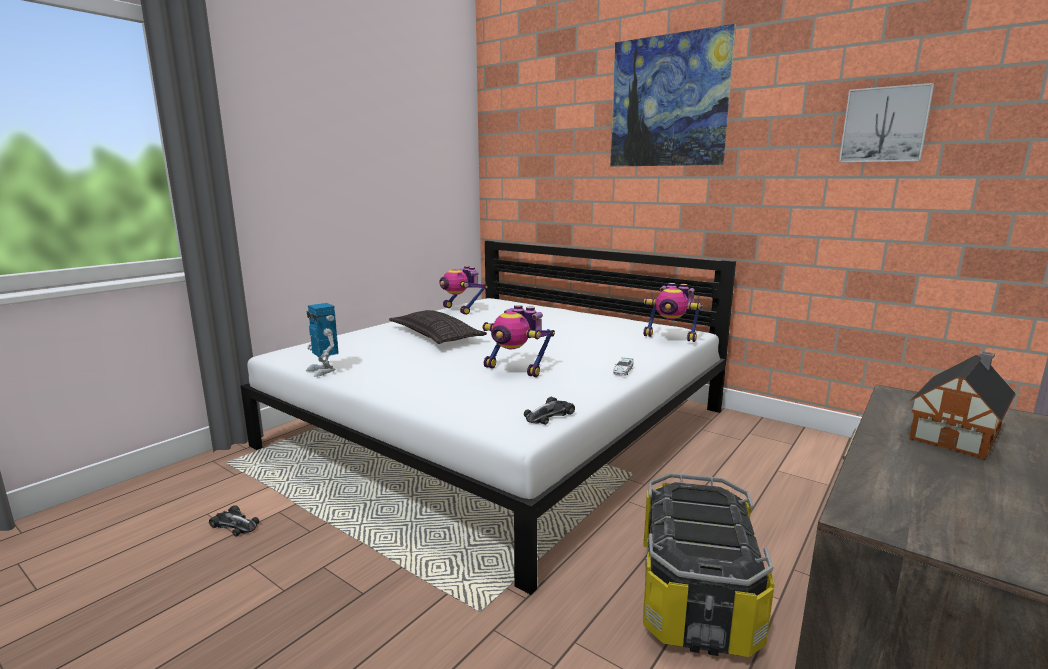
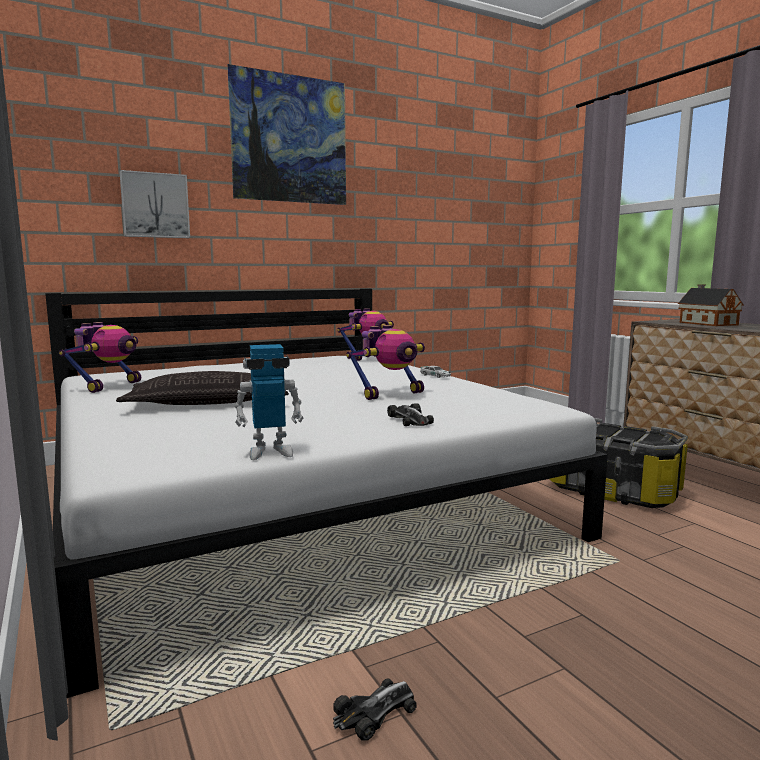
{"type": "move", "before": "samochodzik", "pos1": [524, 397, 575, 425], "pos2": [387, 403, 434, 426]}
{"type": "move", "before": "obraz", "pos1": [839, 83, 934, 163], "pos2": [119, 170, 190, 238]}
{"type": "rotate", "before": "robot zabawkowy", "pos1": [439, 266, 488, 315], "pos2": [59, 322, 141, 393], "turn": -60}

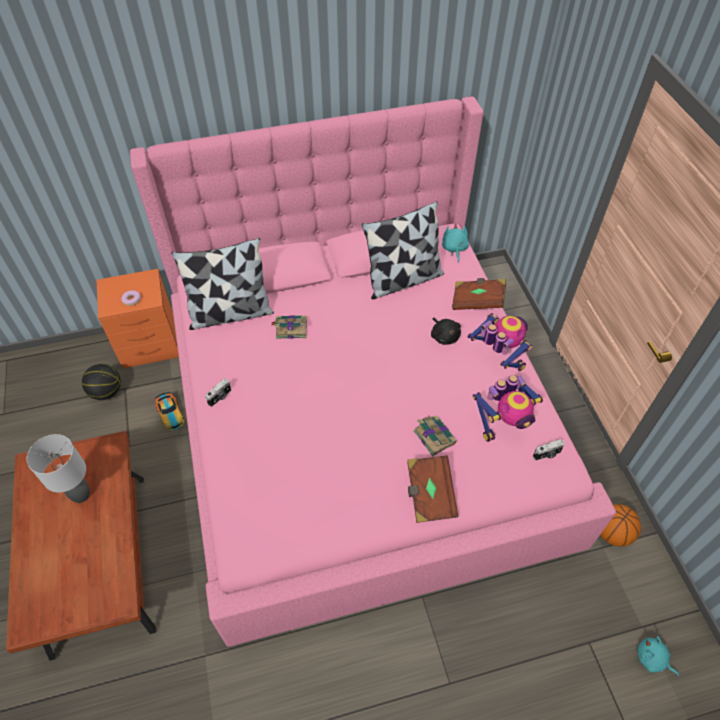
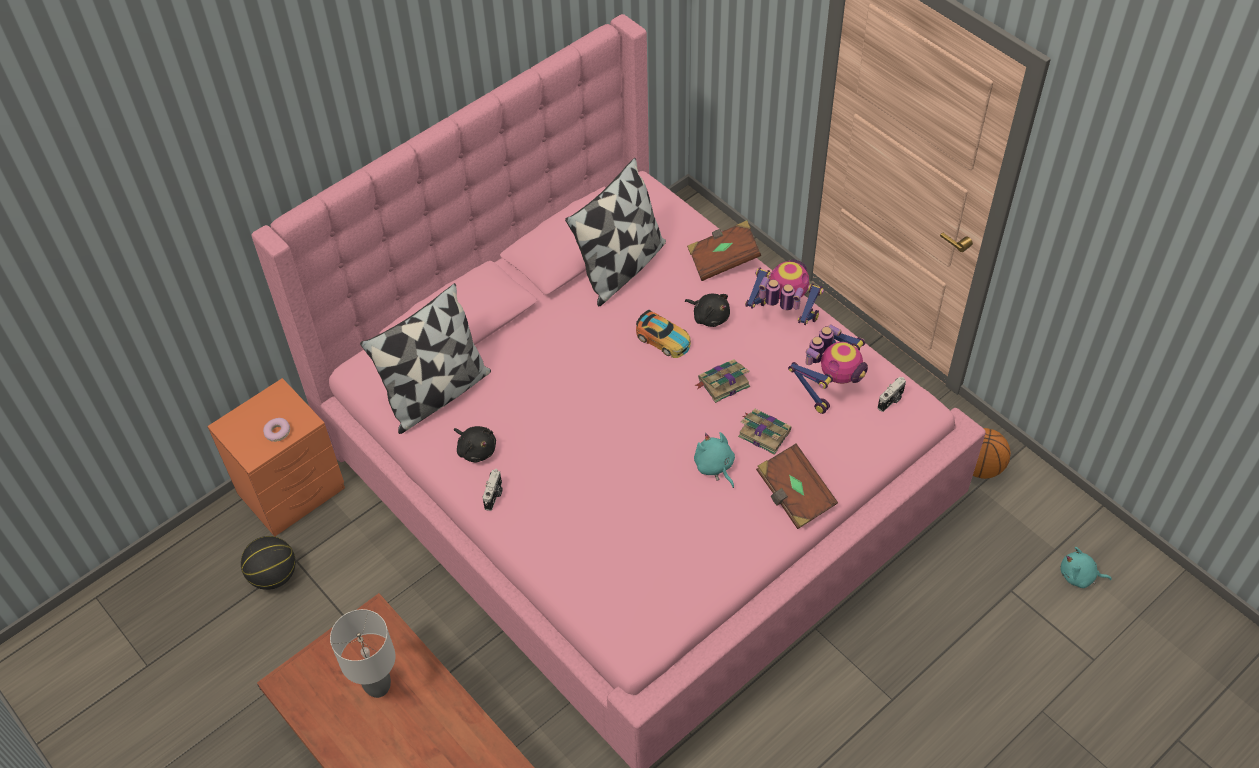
{"type": "insert", "after": "pluszak/czarny", "pos2": [454, 426, 496, 463]}
{"type": "move", "before": "samochodzik", "pos1": [155, 392, 184, 430], "pos2": [636, 310, 691, 358]}
{"type": "move", "before": "książka", "pos1": [271, 315, 307, 339], "pos2": [694, 359, 750, 403]}
{"type": "move", "before": "pluszak/turkusowy", "pos1": [442, 224, 469, 263], "pos2": [694, 432, 735, 488]}

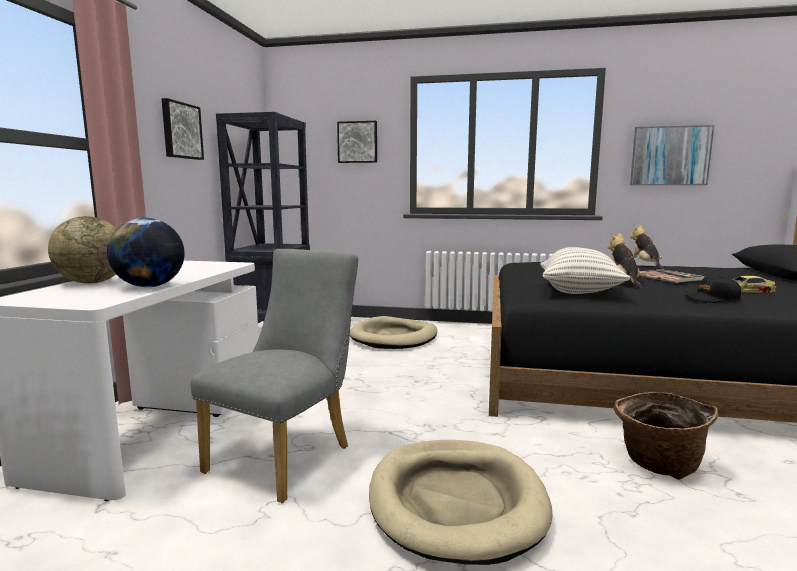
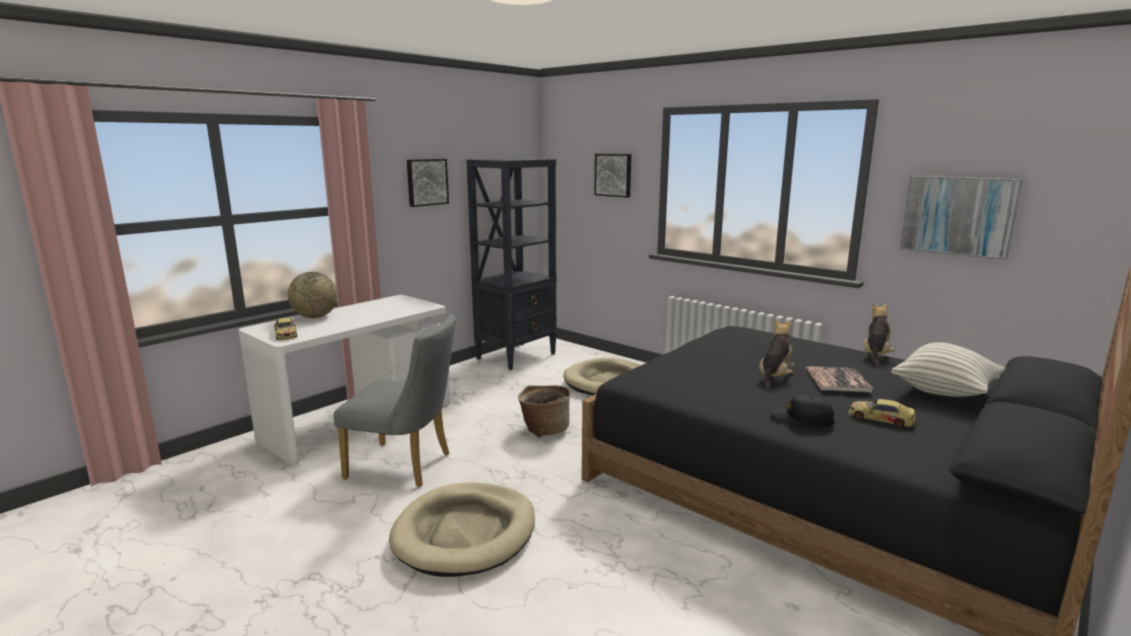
{"type": "delete", "before": "globus", "pos1": [107, 218, 185, 287]}
{"type": "insert", "after": "samochodzik", "pos2": [274, 318, 297, 340]}
{"type": "move", "before": "poduszka", "pos1": [540, 247, 630, 294], "pos2": [891, 342, 1005, 397]}
{"type": "move", "before": "koszyk", "pos1": [614, 392, 718, 480], "pos2": [518, 385, 571, 438]}
{"type": "rotate", "before": "krzesło/szary", "pos1": [190, 249, 358, 503], "pos2": [333, 314, 456, 487], "turn": 45}

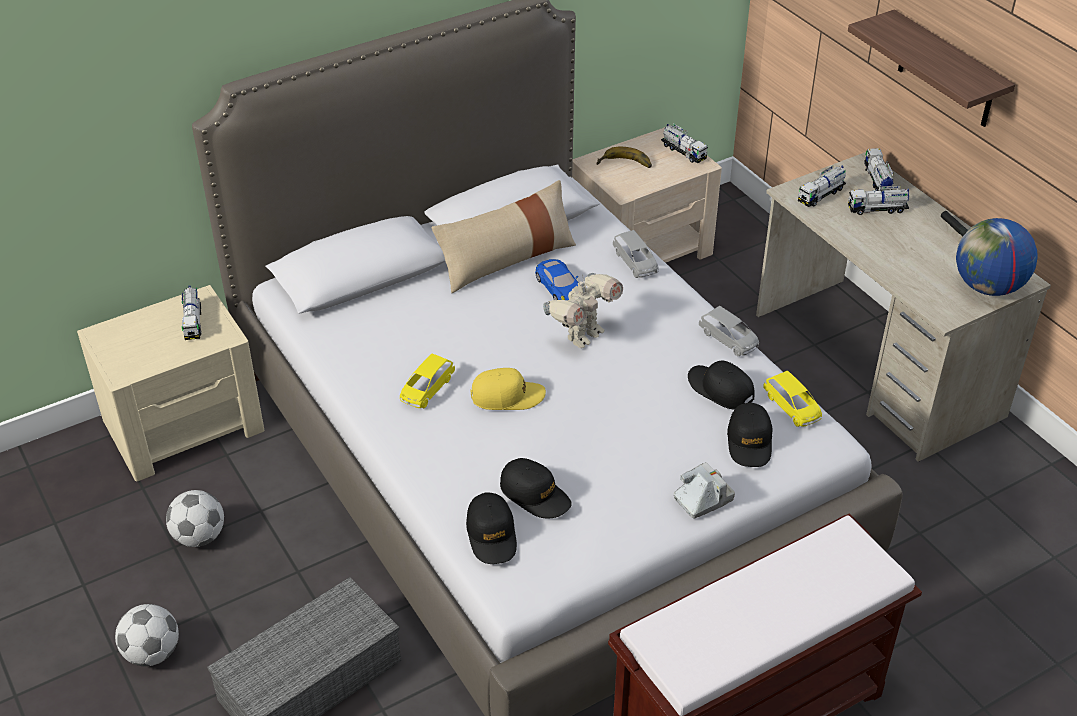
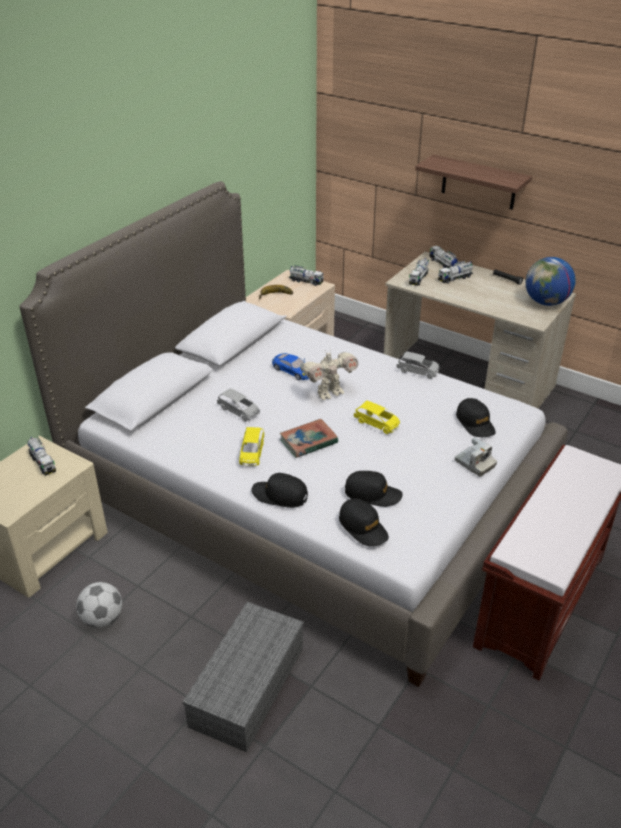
{"type": "delete", "before": "piłka futbolowa", "pos1": [115, 604, 179, 666]}
{"type": "delete", "before": "poduszka/beżowy", "pos1": [431, 180, 576, 293]}
{"type": "move", "before": "samochodzik/szary", "pos1": [613, 230, 659, 278], "pos2": [217, 388, 260, 422]}
{"type": "move", "before": "czapka z daszkiem/czarny", "pos1": [688, 361, 755, 410], "pos2": [252, 473, 308, 508]}
{"type": "move", "before": "samochodzik/żółty", "pos1": [763, 371, 822, 427], "pos2": [354, 401, 400, 434]}
{"type": "replace", "before": "czapka z daszkiem/żółty", "after": "książka", "pos1": [470, 368, 546, 410], "pos2": [280, 419, 338, 458]}
{"type": "rotate", "before": "robot zabawkowy", "pos1": [543, 273, 623, 348], "pos2": [300, 350, 358, 400], "turn": 45}
{"type": "rotate", "before": "aparat fotograficzny", "pos1": [674, 462, 735, 519], "pos2": [455, 437, 497, 477], "turn": 105}

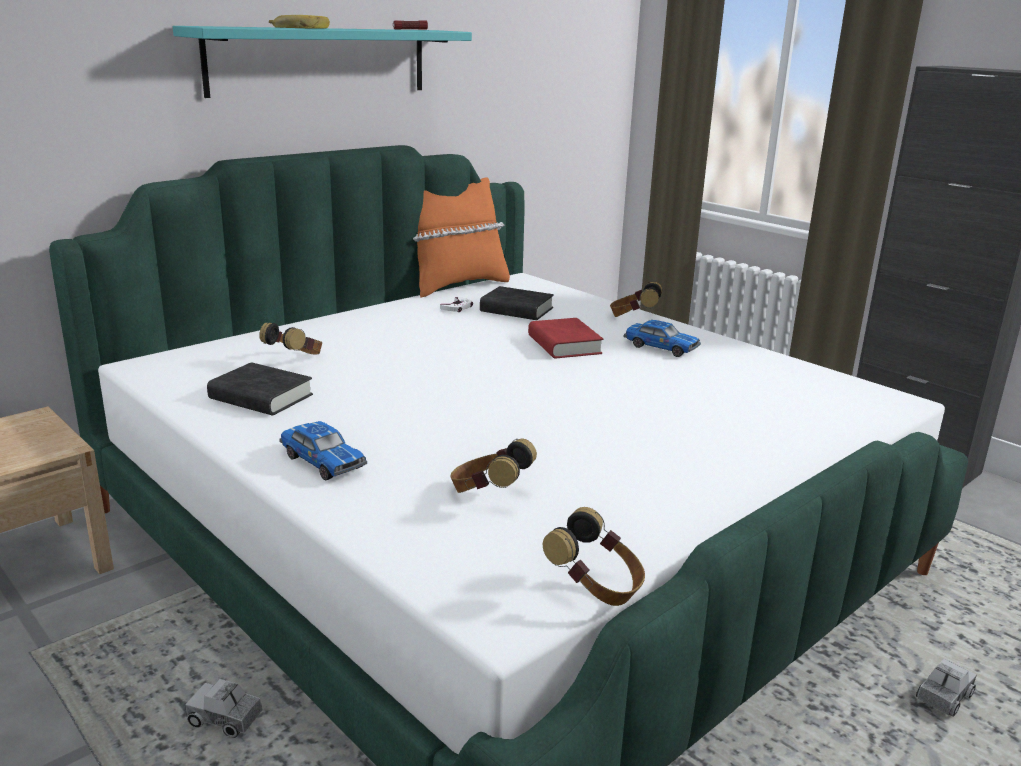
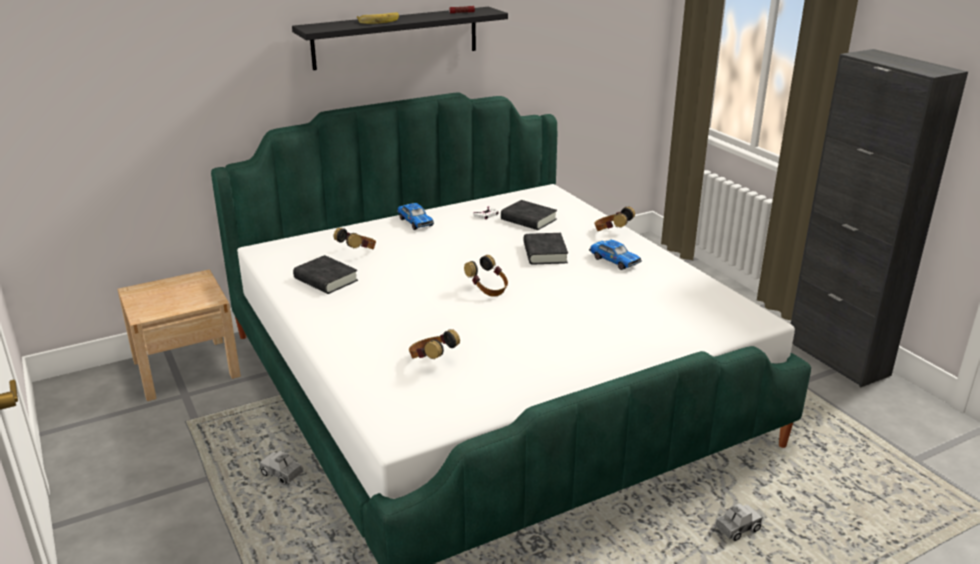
{"type": "delete", "before": "poduszka/pomarańczowy", "pos1": [413, 177, 510, 297]}
{"type": "move", "before": "samochodzik", "pos1": [279, 421, 367, 480], "pos2": [397, 203, 434, 230]}
{"type": "move", "before": "słuchawki", "pos1": [543, 507, 645, 606], "pos2": [464, 255, 508, 297]}
{"type": "recolor", "before": "półka/turkusowy", "after": "półka/czarny", "pos1": [173, 26, 472, 98], "pos2": [292, 7, 508, 70]}
{"type": "recolor", "before": "książka/czerwony", "after": "książka/czarny", "pos1": [528, 318, 603, 358], "pos2": [524, 233, 568, 265]}

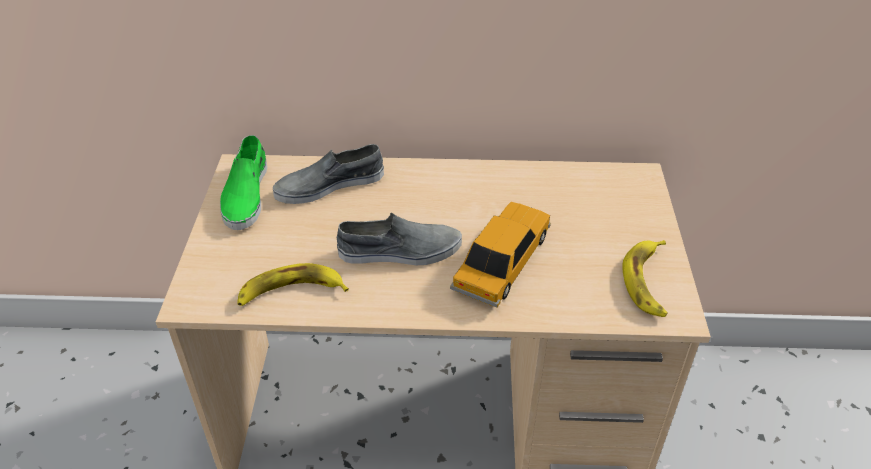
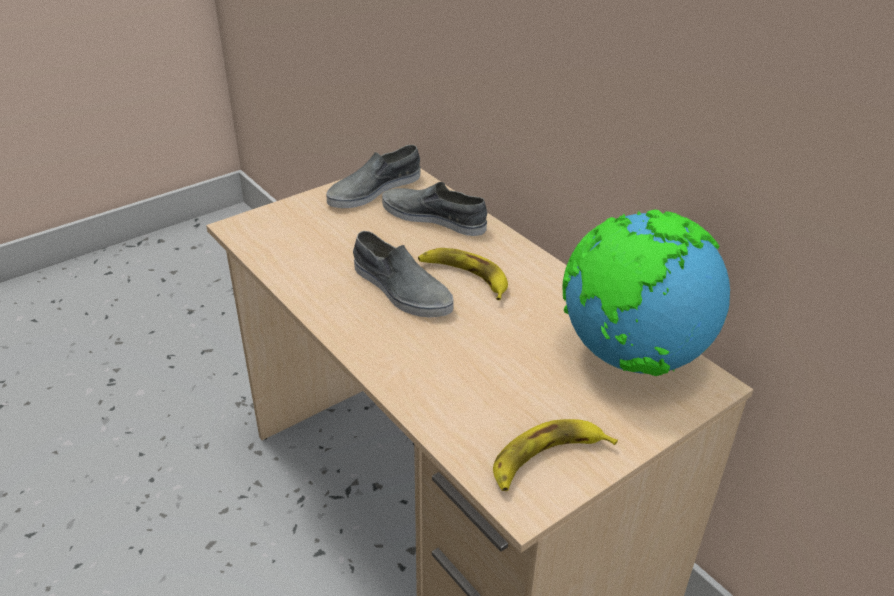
{"type": "delete", "before": "samochodzik", "pos1": [450, 202, 551, 307]}
{"type": "insert", "after": "globus", "pos2": [563, 210, 730, 376]}
{"type": "move", "before": "banan", "pos1": [237, 263, 349, 306], "pos2": [418, 248, 508, 300]}
{"type": "recolor", "before": "but/zielony", "after": "but/szary", "pos1": [220, 135, 267, 230], "pos2": [326, 145, 421, 208]}

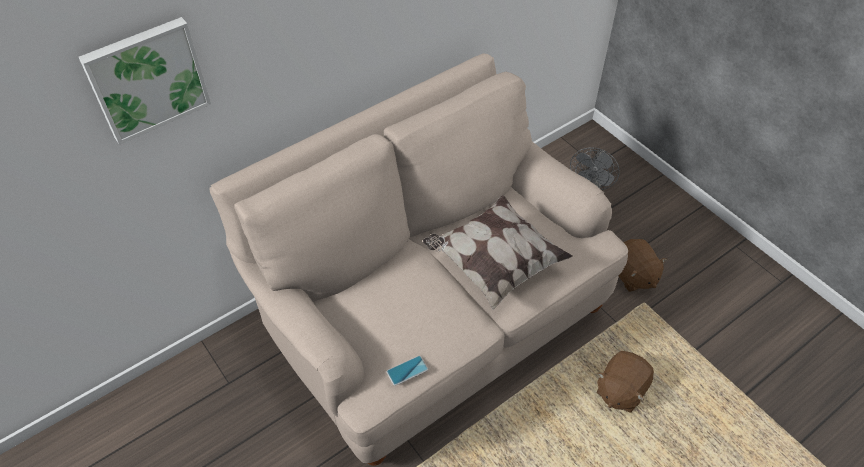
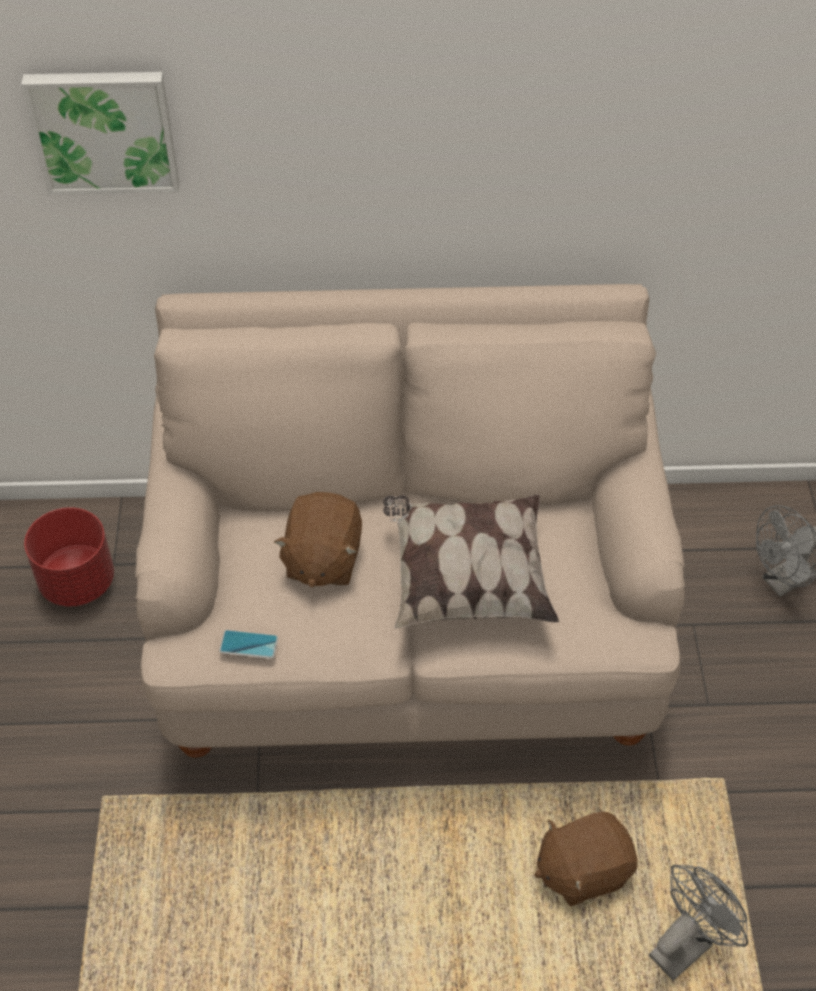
{"type": "insert", "after": "donica/czerwony", "pos2": [24, 507, 114, 607]}
{"type": "insert", "after": "wentylator/szary", "pos2": [649, 865, 748, 981]}
{"type": "move", "before": "pluszak/brązowy", "pos1": [618, 239, 667, 292], "pos2": [274, 492, 362, 588]}

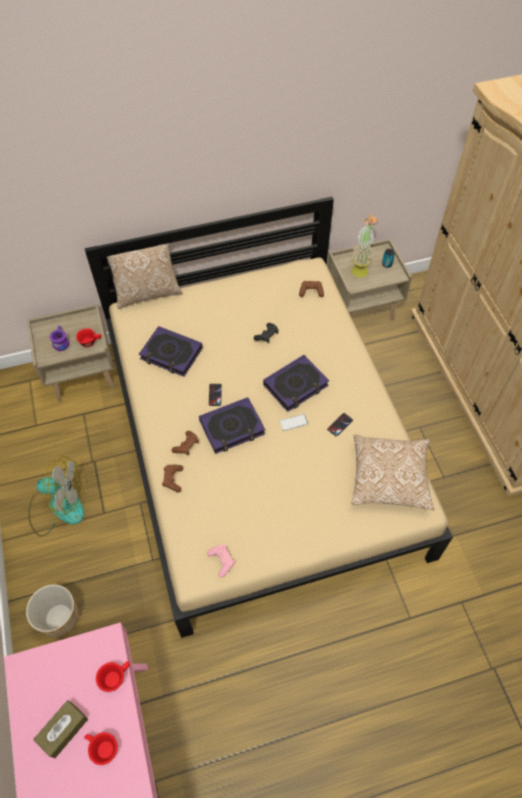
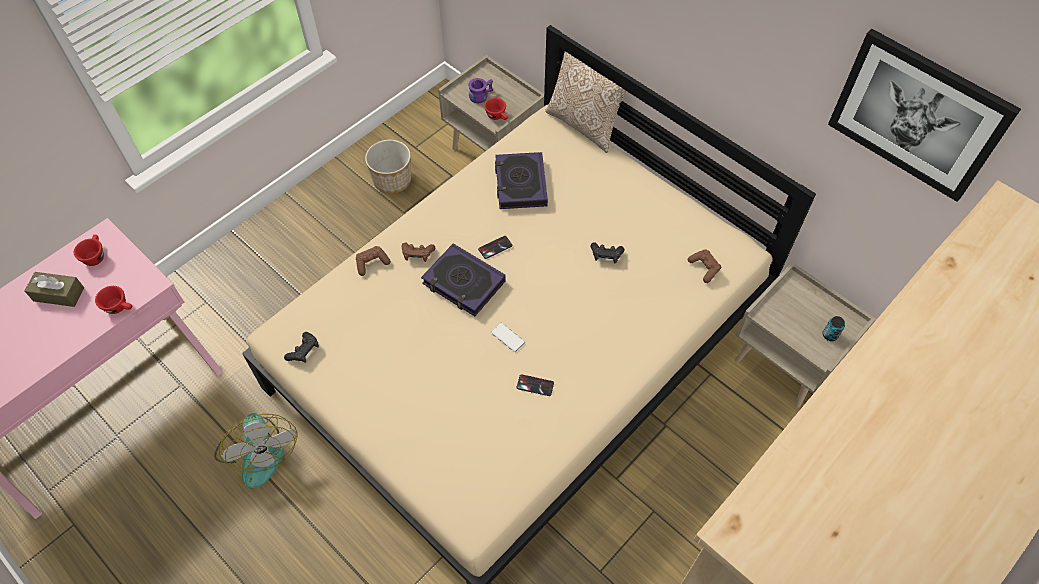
{"type": "delete", "before": "książka", "pos1": [263, 355, 329, 412]}
{"type": "delete", "before": "roślina doniczkowa", "pos1": [351, 214, 378, 277]}
{"type": "delete", "before": "poduszka", "pos1": [352, 435, 435, 510]}
{"type": "insert", "after": "obraz", "pos2": [828, 29, 1021, 202]}
{"type": "move", "before": "donica", "pos1": [26, 584, 79, 638], "pos2": [365, 140, 411, 194]}
{"type": "move", "before": "wentylator", "pos1": [28, 456, 84, 537], "pos2": [214, 413, 298, 488]}
{"type": "move", "before": "filiżanka/czerwony", "pos1": [84, 732, 118, 765], "pos2": [74, 235, 104, 266]}
{"type": "recolor", "before": "pad do gier/różowy", "after": "pad do gier/czarny", "pos1": [207, 545, 235, 578], "pos2": [284, 332, 319, 363]}

